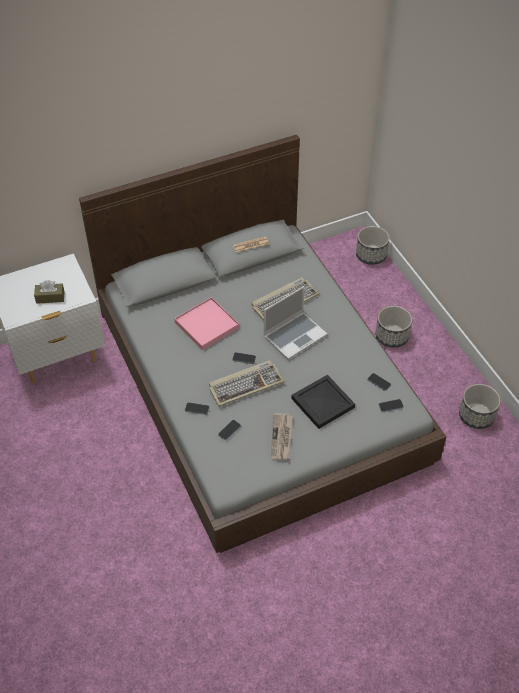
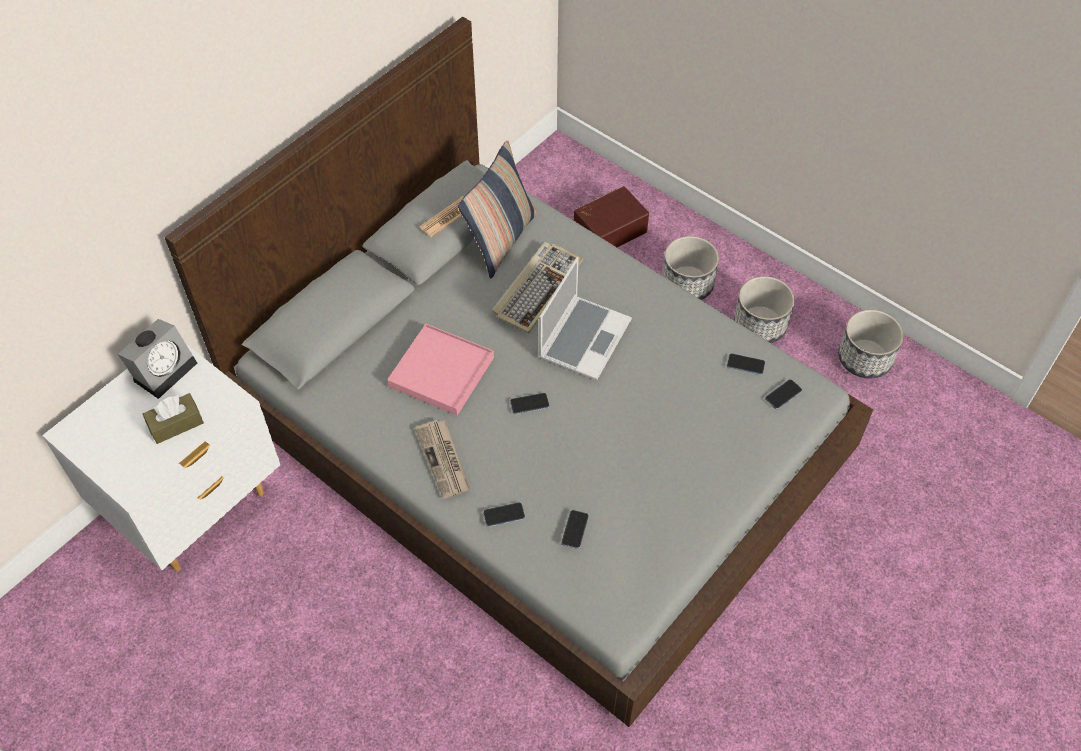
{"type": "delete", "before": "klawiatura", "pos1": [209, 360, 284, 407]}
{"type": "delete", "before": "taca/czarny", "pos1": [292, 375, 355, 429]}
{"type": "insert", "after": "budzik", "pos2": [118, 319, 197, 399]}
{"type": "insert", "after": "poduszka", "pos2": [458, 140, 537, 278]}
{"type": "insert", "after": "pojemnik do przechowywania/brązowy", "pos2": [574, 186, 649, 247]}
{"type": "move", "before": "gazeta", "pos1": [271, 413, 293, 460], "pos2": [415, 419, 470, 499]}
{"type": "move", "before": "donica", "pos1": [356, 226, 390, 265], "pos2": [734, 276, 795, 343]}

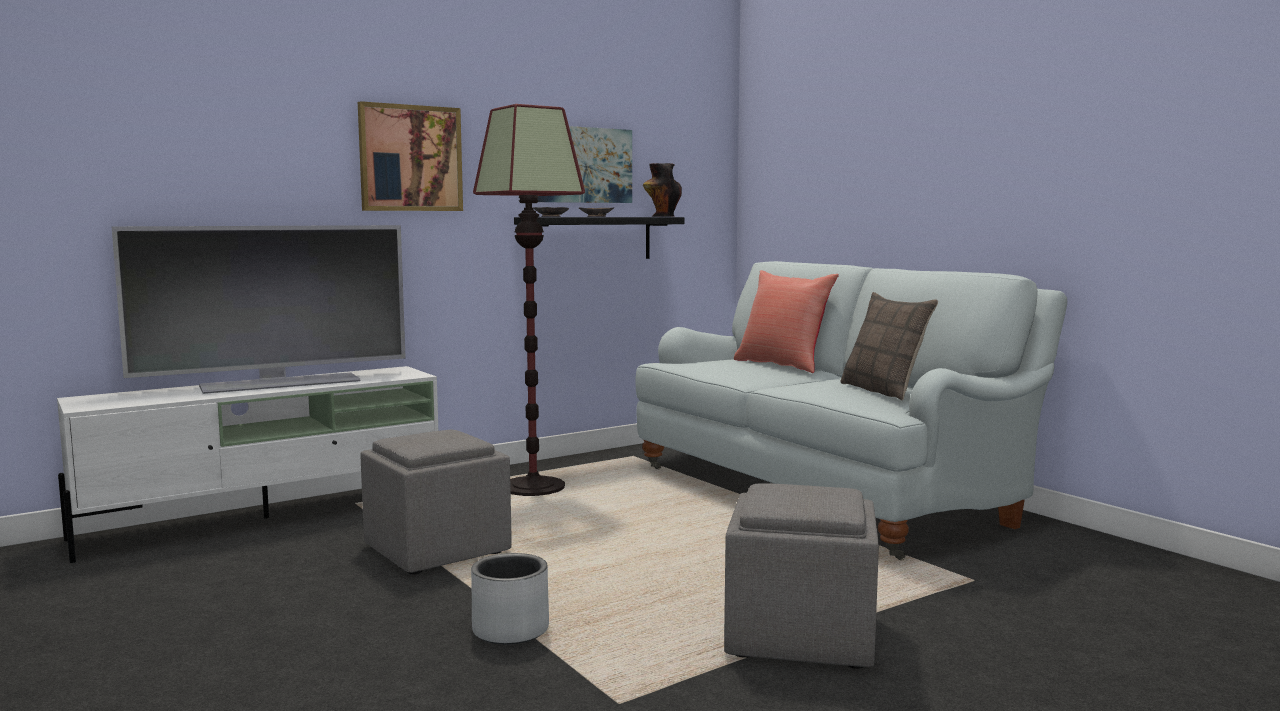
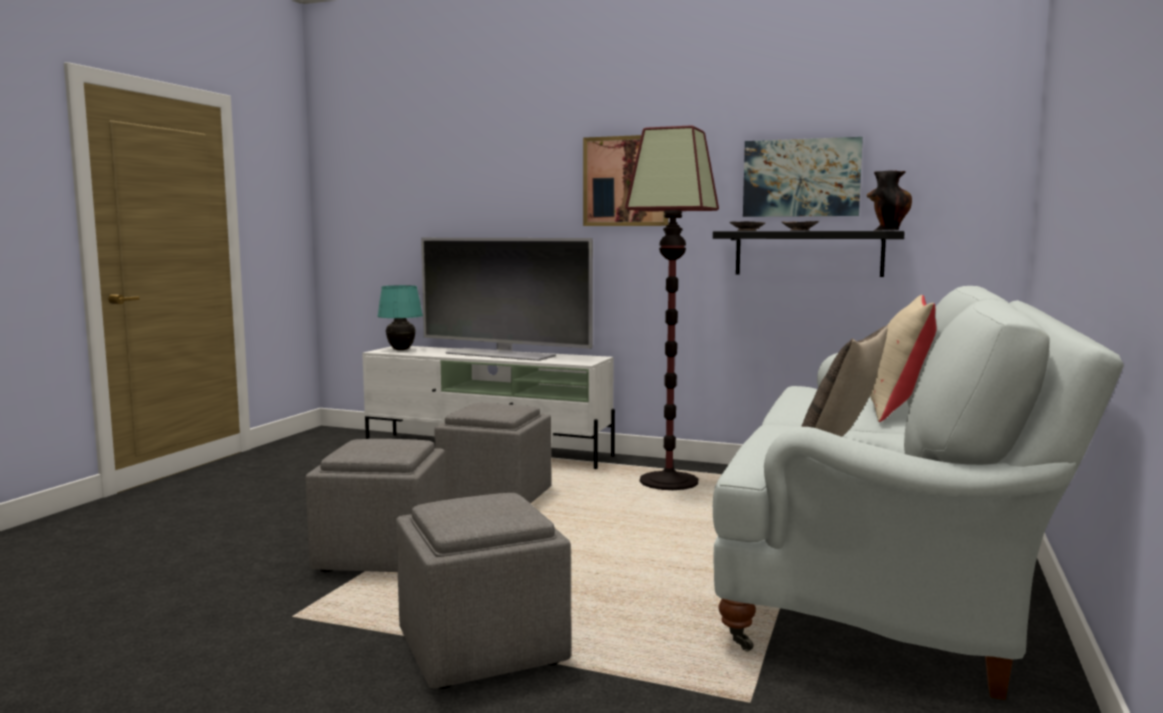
{"type": "insert", "after": "lampa stołowa/turkusowy", "pos2": [377, 285, 423, 350]}
{"type": "replace", "before": "donica/szary", "after": "pufa/szary", "pos1": [471, 553, 549, 645], "pos2": [306, 439, 446, 572]}
{"type": "recolor", "before": "poduszka/czerwony", "after": "poduszka/beżowy", "pos1": [734, 270, 839, 373], "pos2": [870, 295, 937, 422]}

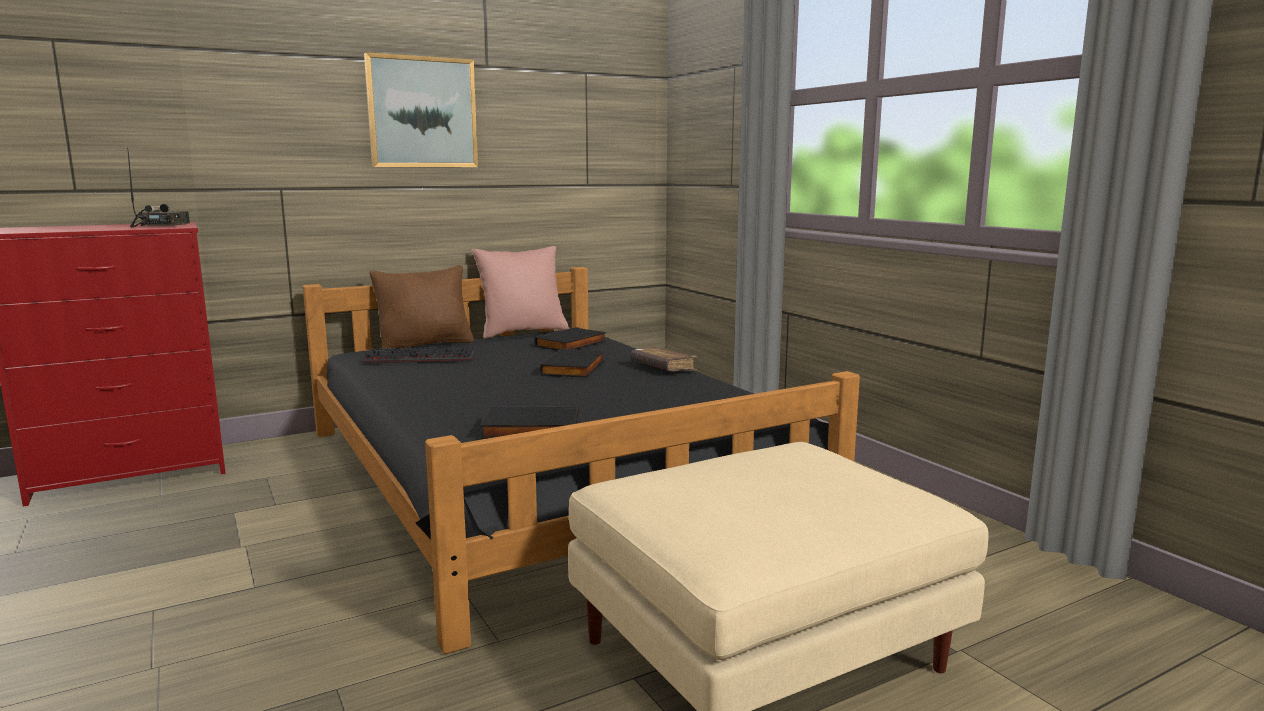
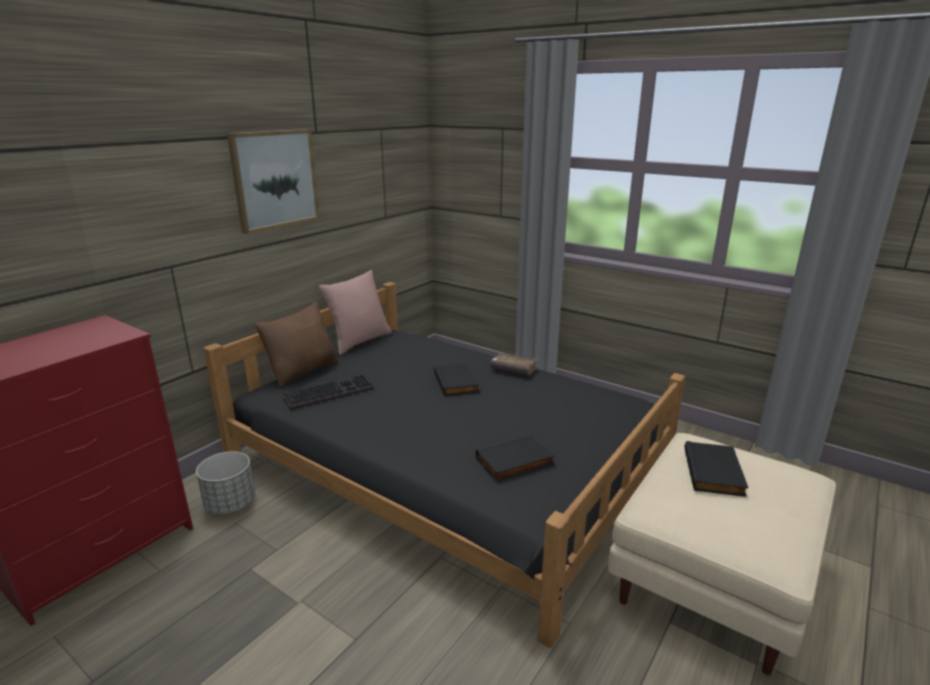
{"type": "delete", "before": "radio", "pos1": [127, 148, 190, 227]}
{"type": "insert", "after": "donica/szary", "pos2": [196, 452, 255, 514]}
{"type": "move", "before": "książka/czarny", "pos1": [534, 327, 607, 351], "pos2": [684, 441, 748, 497]}

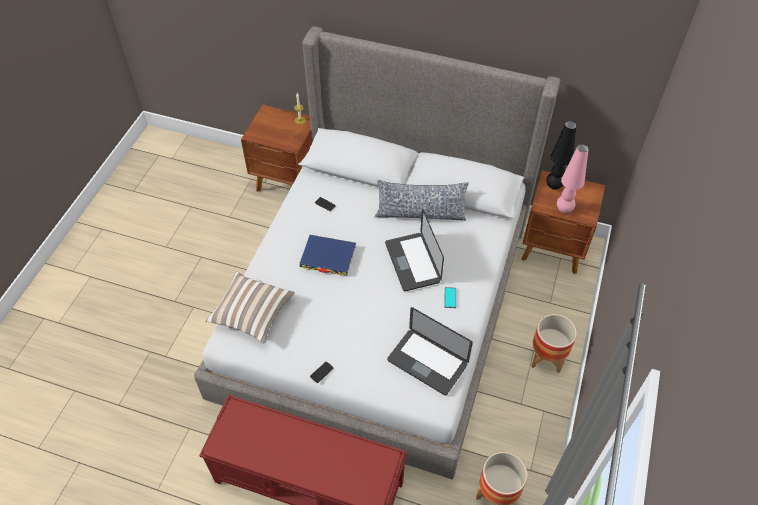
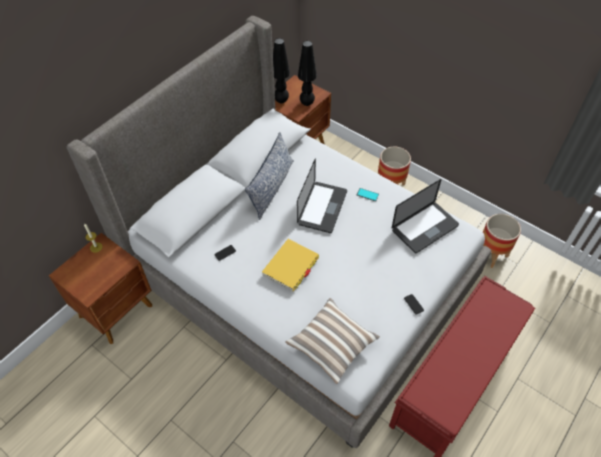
{"type": "recolor", "before": "książka/niebieski", "after": "książka/żółty", "pos1": [300, 235, 356, 275], "pos2": [262, 239, 319, 291]}
{"type": "recolor", "before": "lampa stołowa/różowy", "after": "lampa stołowa/czarny", "pos1": [557, 145, 589, 213], "pos2": [298, 41, 317, 106]}
{"type": "rotate", "before": "laptop", "pos1": [385, 209, 444, 291], "pos2": [297, 158, 347, 233], "turn": -75}

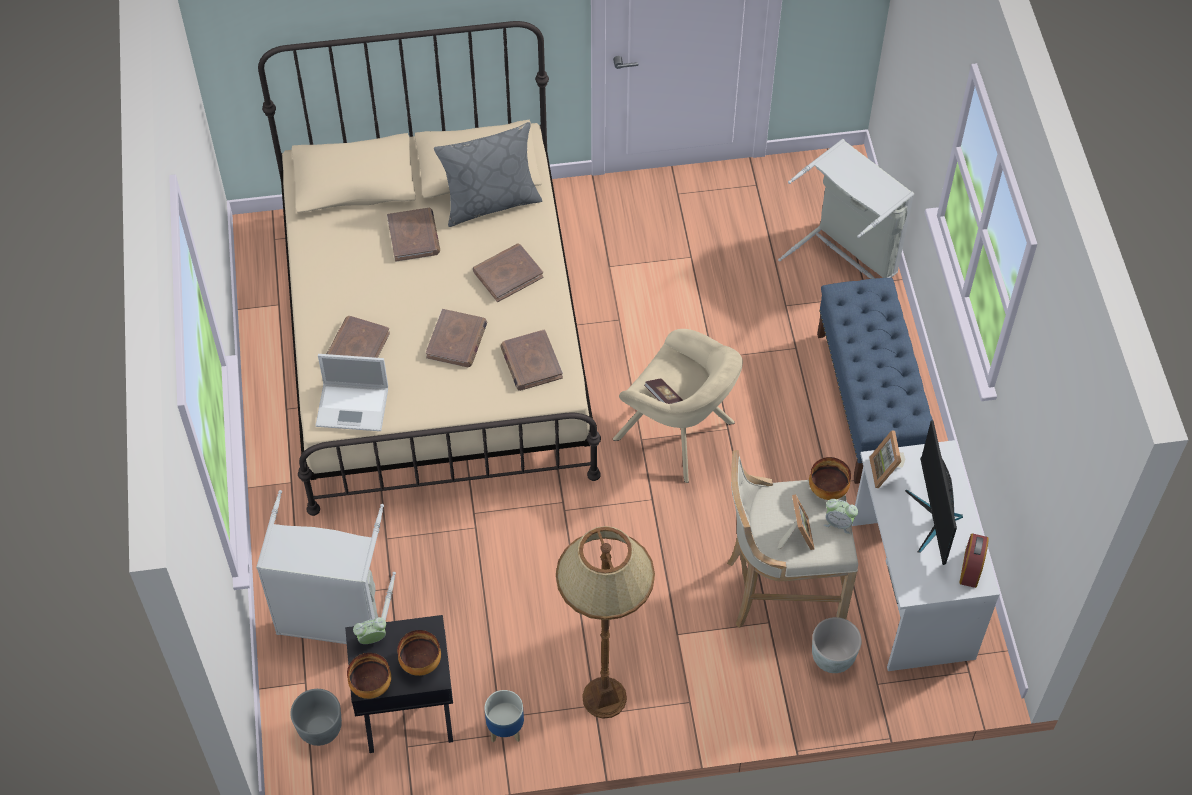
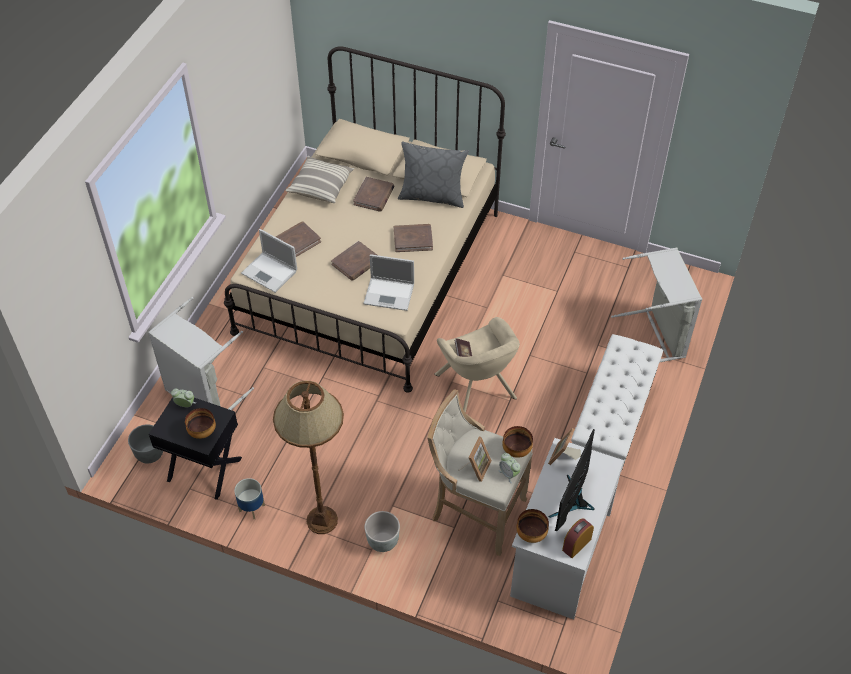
{"type": "insert", "after": "poduszka", "pos2": [286, 156, 354, 203]}
{"type": "move", "before": "miska", "pos1": [347, 653, 391, 699], "pos2": [516, 509, 549, 543]}
{"type": "move", "before": "donica/szary", "pos1": [812, 617, 862, 673], "pos2": [365, 511, 400, 552]}
{"type": "replace", "before": "książka/brązowy", "after": "laptop", "pos1": [501, 329, 563, 391], "pos2": [363, 254, 414, 311]}
{"type": "recolor", "before": "ławka/niebieski", "after": "ławka/biały", "pos1": [817, 278, 933, 484], "pos2": [571, 334, 663, 471]}

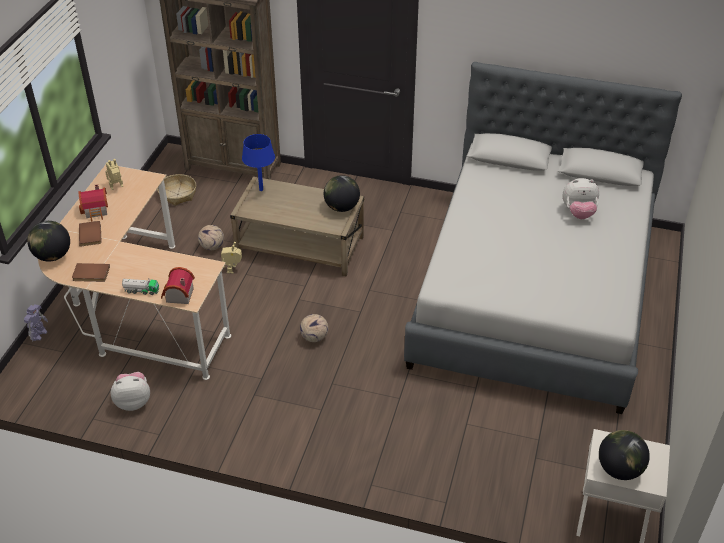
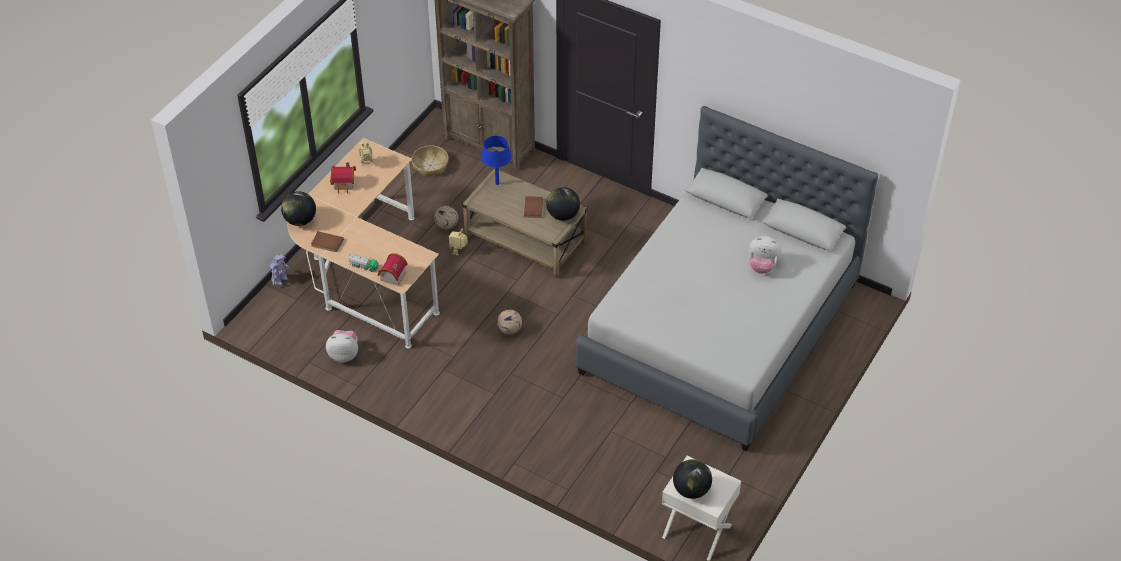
{"type": "move", "before": "książka/brązowy", "pos1": [79, 221, 102, 247], "pos2": [524, 196, 543, 218]}

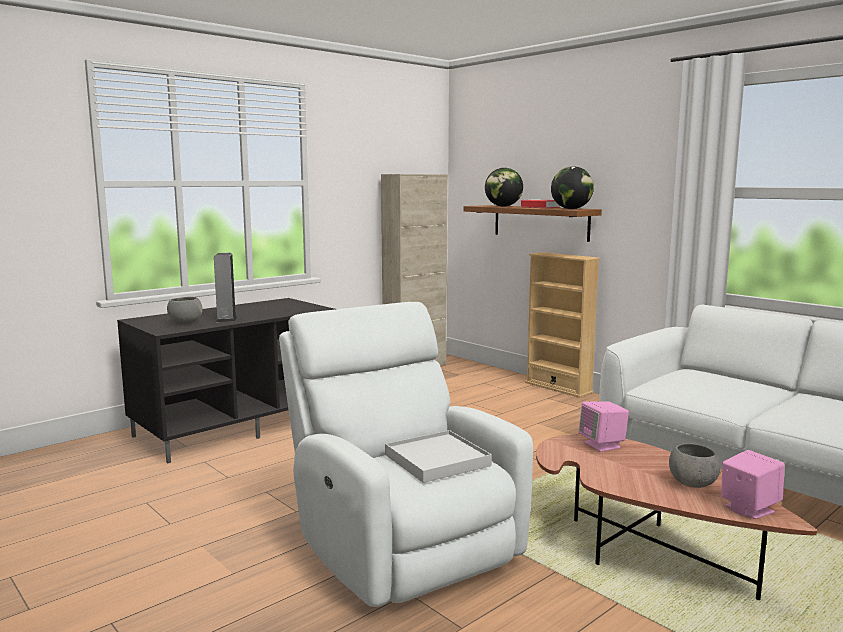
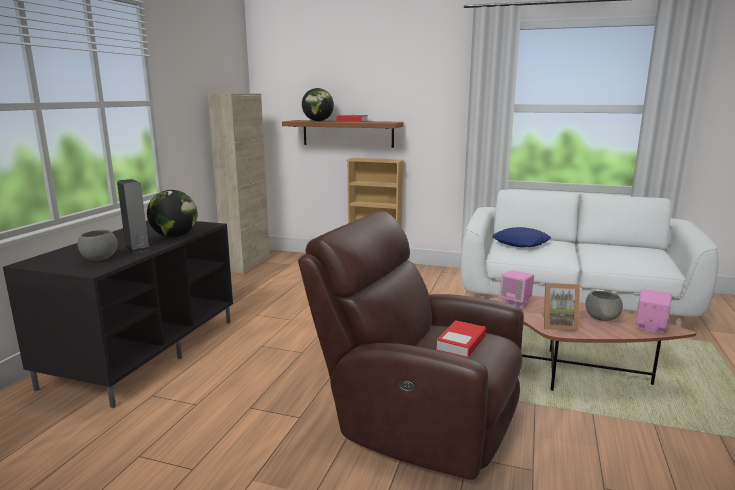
{"type": "insert", "after": "poduszka/niebieski", "pos2": [492, 227, 551, 247]}
{"type": "insert", "after": "ramka na zdjęcie", "pos2": [541, 283, 580, 331]}
{"type": "move", "before": "globus", "pos1": [551, 166, 594, 209], "pos2": [147, 190, 197, 237]}
{"type": "replace", "before": "taca/biały", "after": "książka", "pos1": [385, 430, 492, 483], "pos2": [436, 320, 486, 358]}
{"type": "recolor", "before": "fotel/biały", "after": "fotel/brązowy", "pos1": [279, 302, 533, 607], "pos2": [298, 211, 524, 480]}

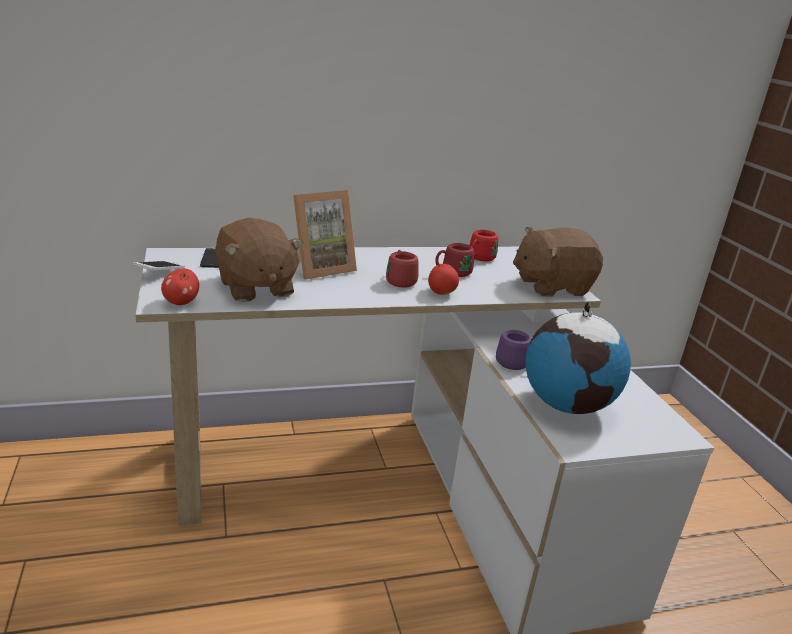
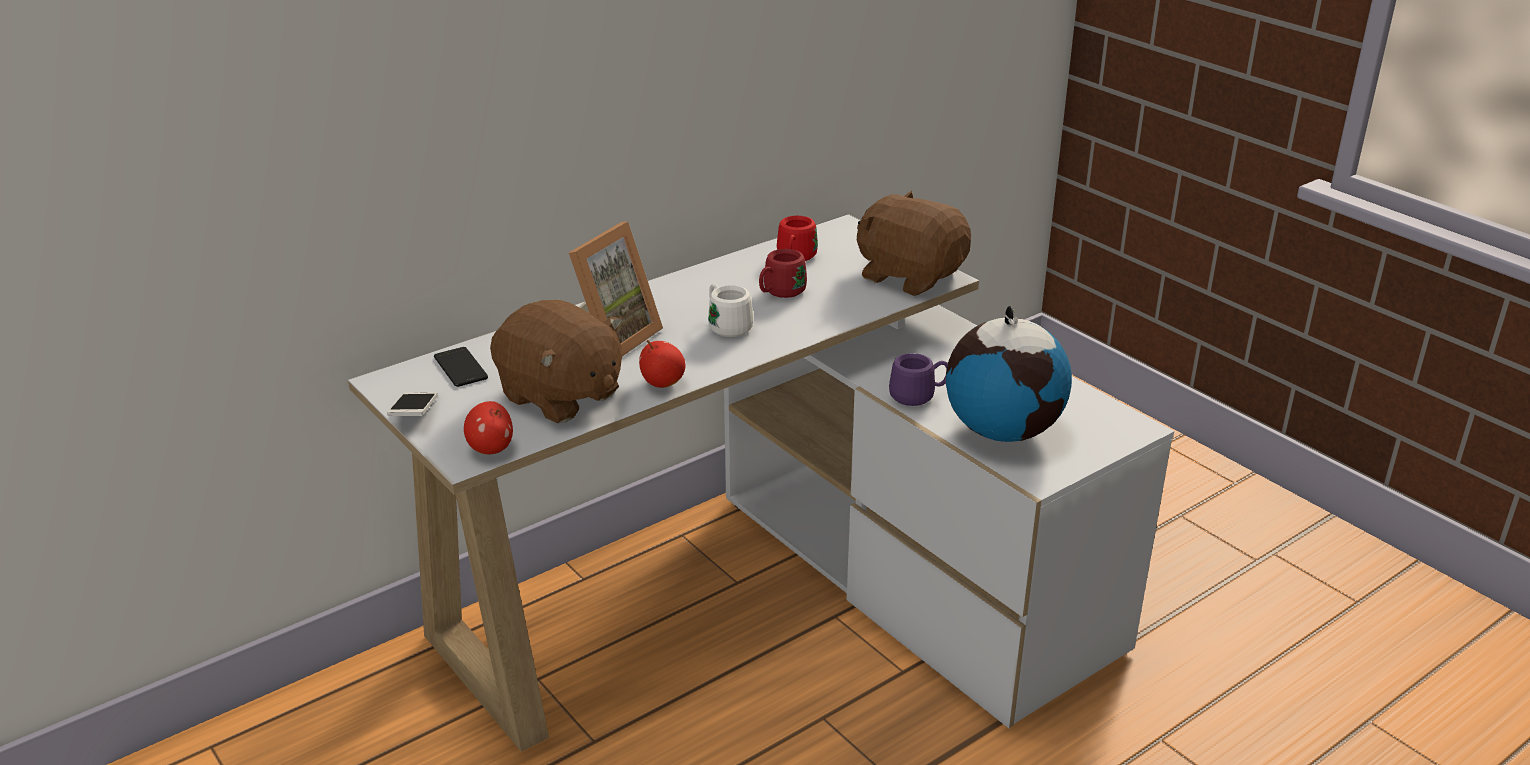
{"type": "move", "before": "jabłko", "pos1": [428, 260, 459, 295], "pos2": [639, 340, 685, 388]}
{"type": "recolor", "before": "kubek/czerwony", "after": "kubek/biały", "pos1": [386, 250, 419, 288], "pos2": [708, 284, 754, 337]}
{"type": "rotate", "before": "pluszak/brązowy", "pos1": [513, 227, 603, 297], "pos2": [857, 191, 971, 296], "turn": 75}

